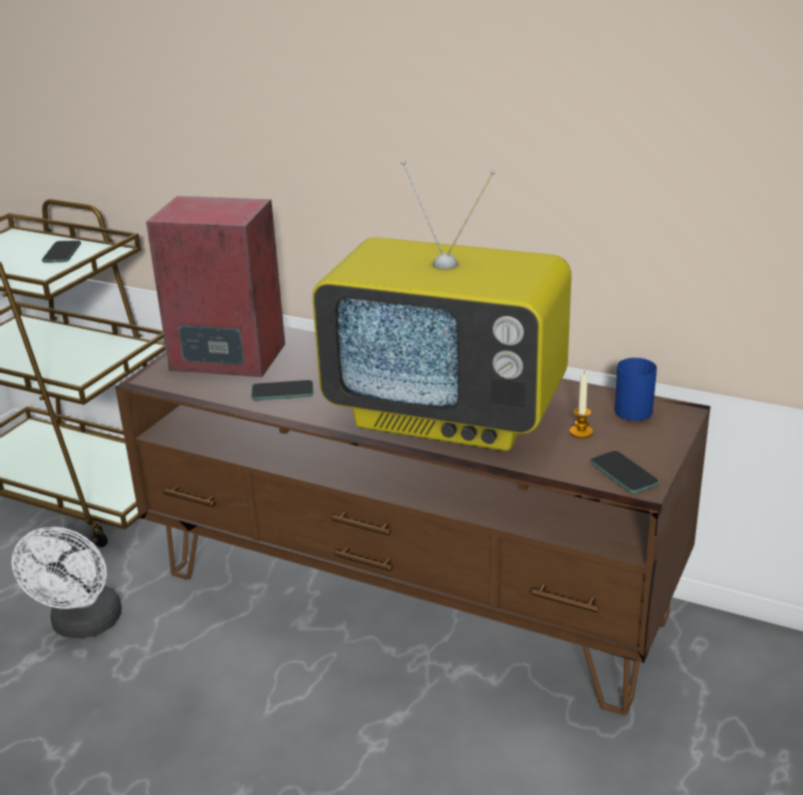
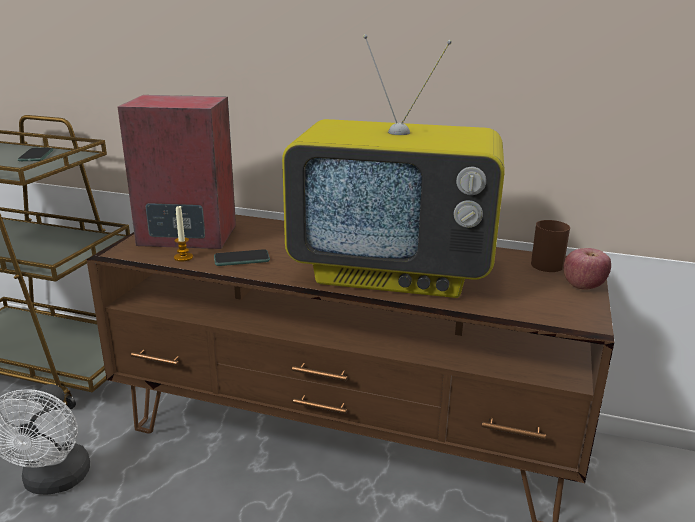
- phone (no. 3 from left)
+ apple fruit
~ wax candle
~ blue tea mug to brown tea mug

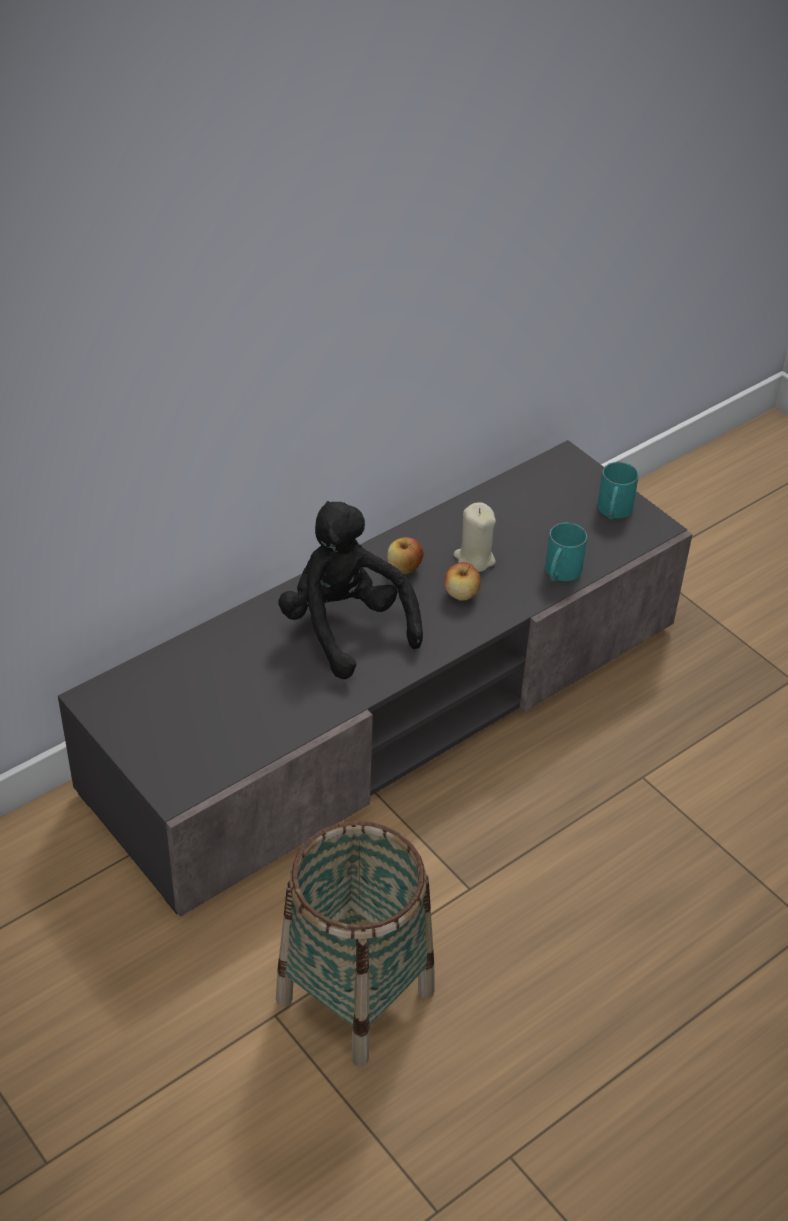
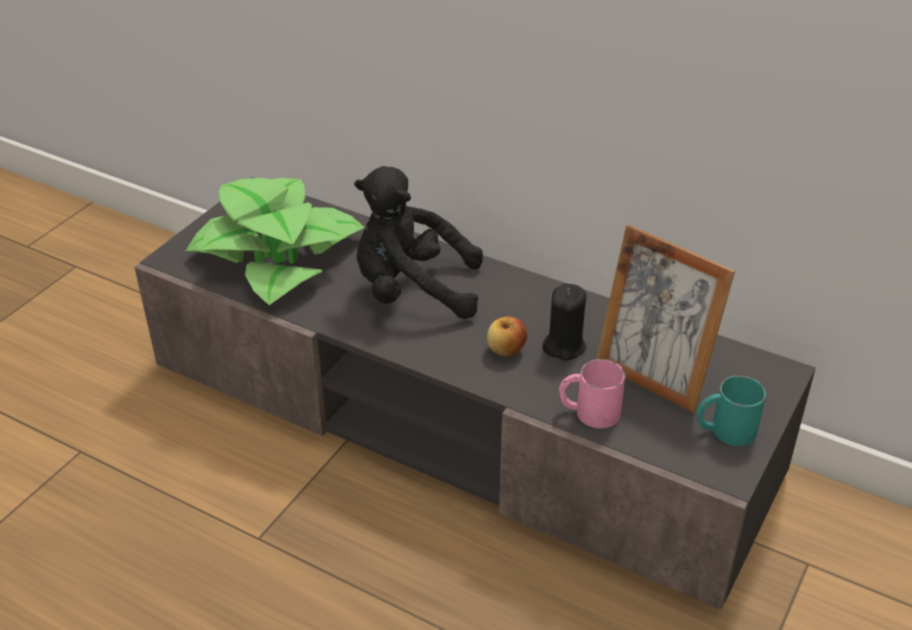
- basket
- apple fruit (no. 1 from left)
+ plant in a pot
+ standing frame
~ sand-coloured wax candle to black-coloured wax candle
~ blue-green tea mug (no. 1 from left) to pink-coloured tea mug
~ black-coloured soft toy 120 degrees counterclockwise

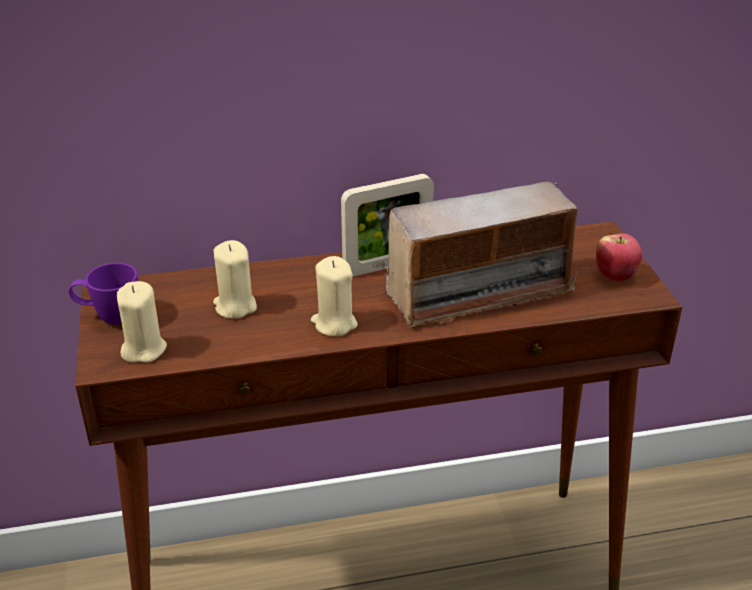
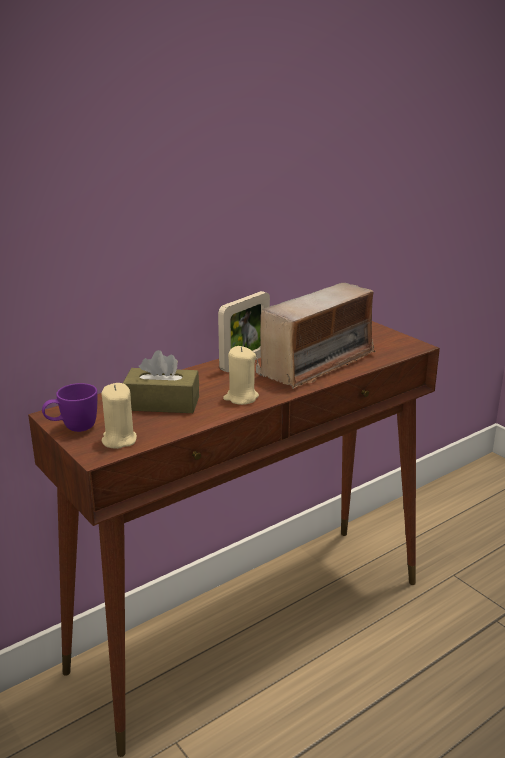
- apple fruit
~ sand-coloured wax candle (no. 2 from left) to brown tissue box

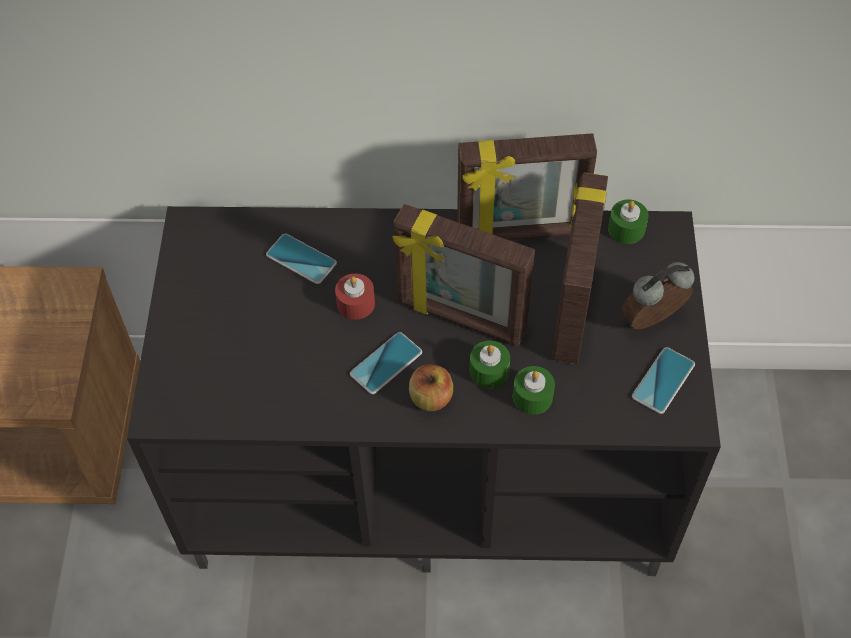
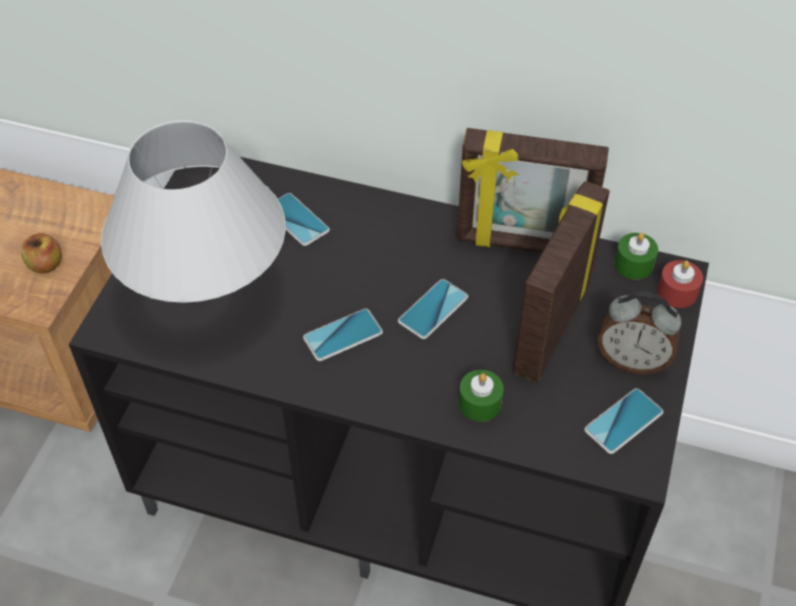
- green wax candle (no. 1 from left)
+ white tabletop lamp
~ reddish wax candle
~ apple fruit
~ standing frame (no. 1 from left) to phone (no. 3 from left)
~ table clock 150 degrees counterclockwise

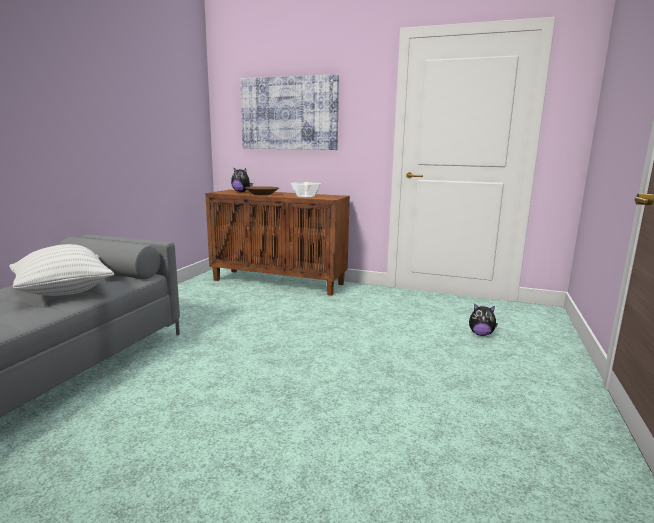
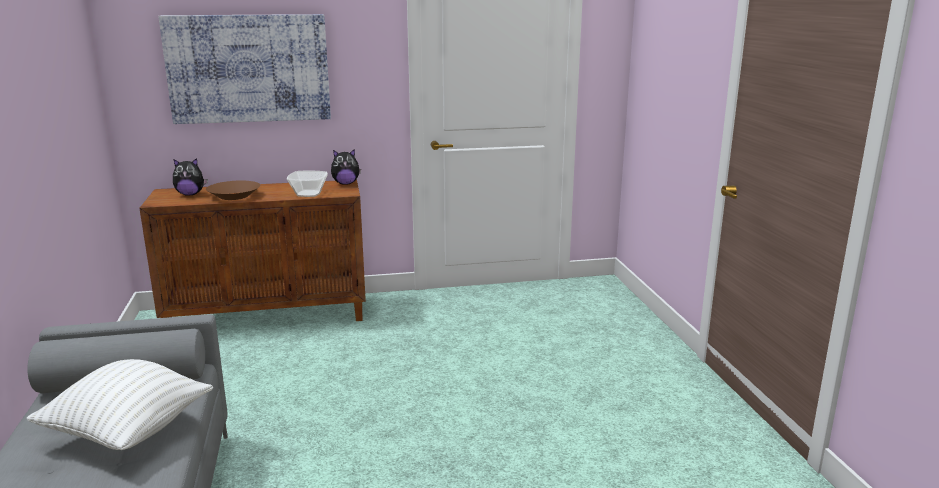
~ soft toy (no. 2 from left)

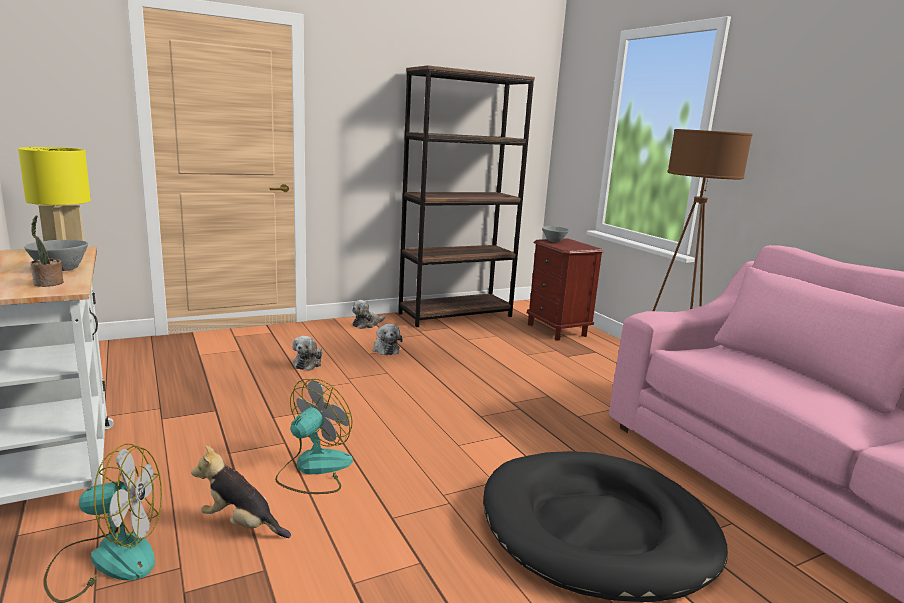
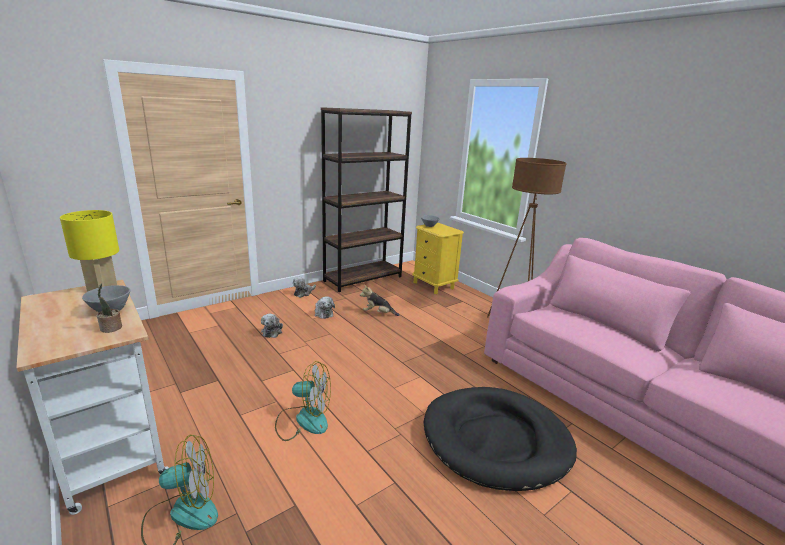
~ soft toy (no. 1 from left in the first image) to soft toy (no. 4 from left)
~ brown bedside table to yellow bedside table
~ cooling fan (no. 2 from left) 75 degrees clockwise

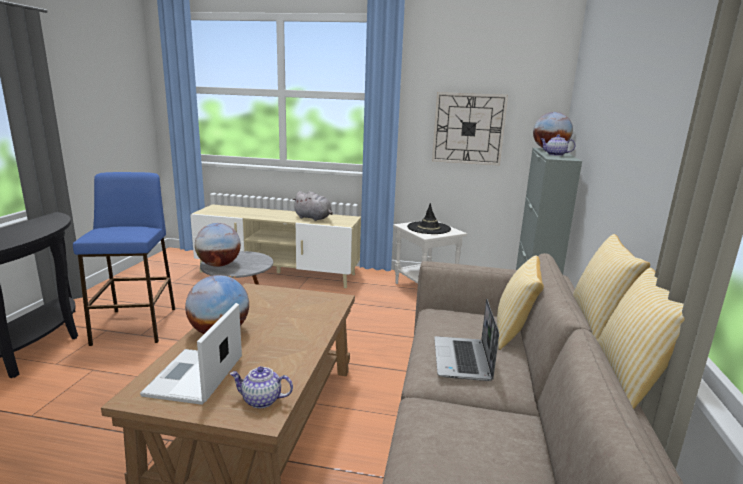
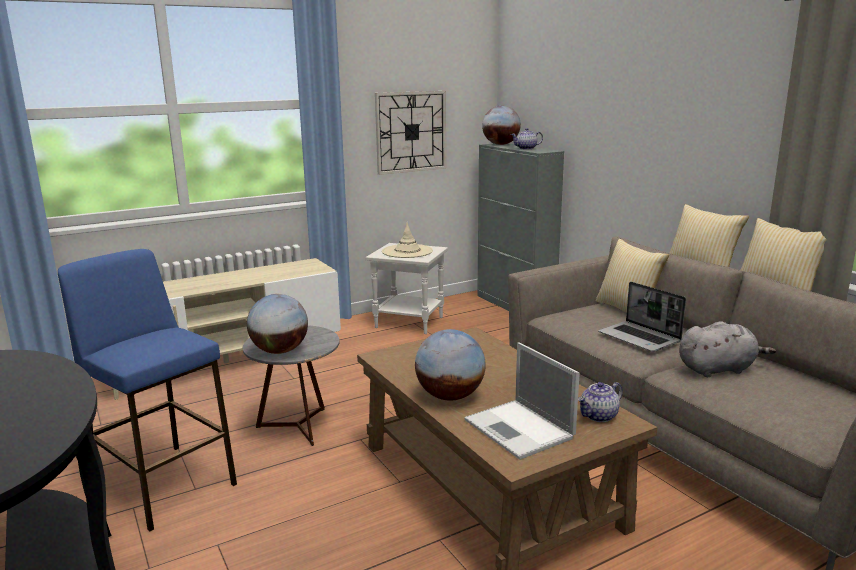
~ grey soft toy
~ black-coloured hat to sand-coloured hat

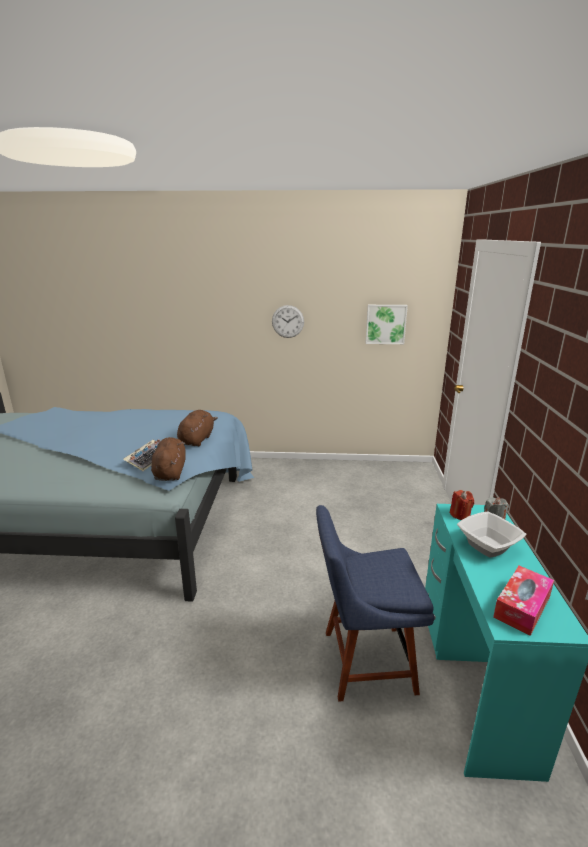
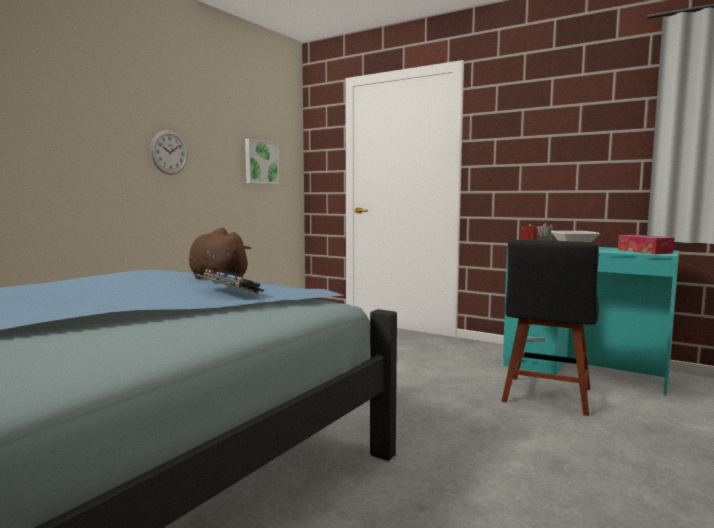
- brown soft toy (no. 1 from left)
~ blue plain chair to black-coloured plain chair

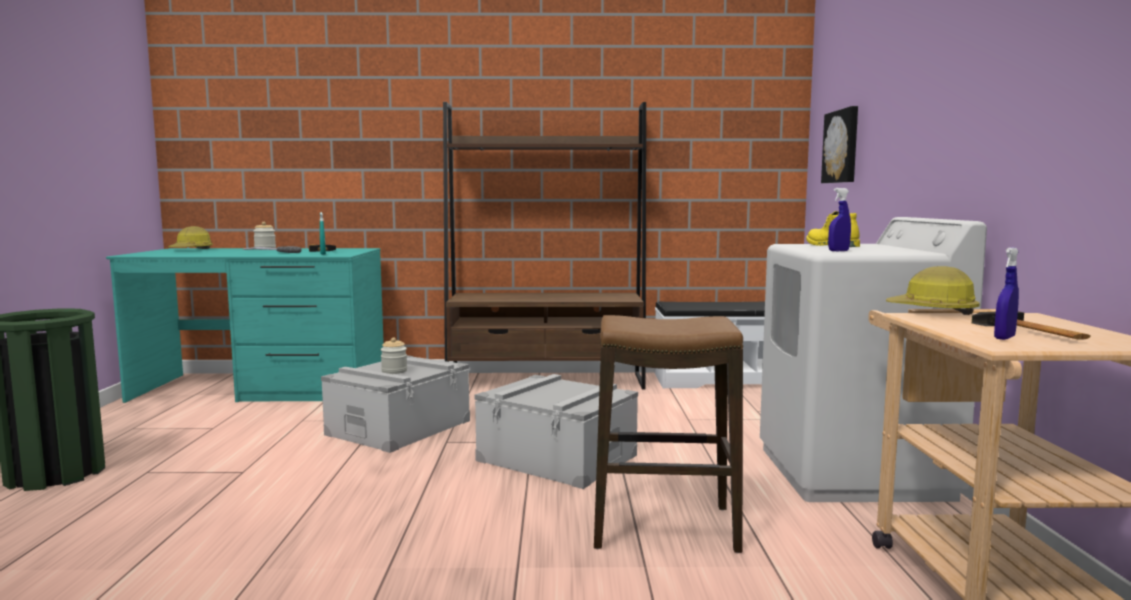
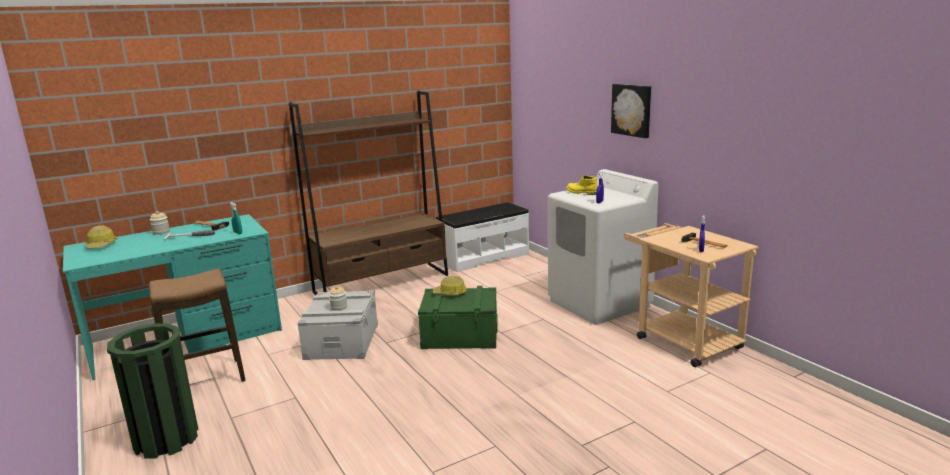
~ stool
~ picture
~ safety helmet (no. 2 from left)
~ grey storage bin (no. 2 from left) to green storage bin

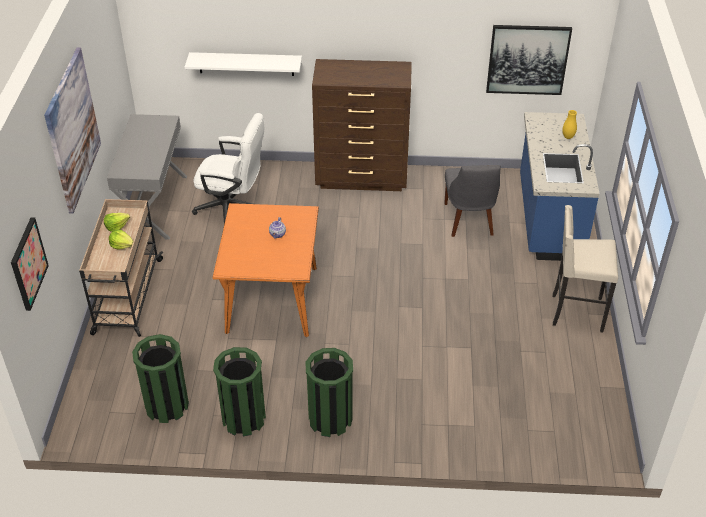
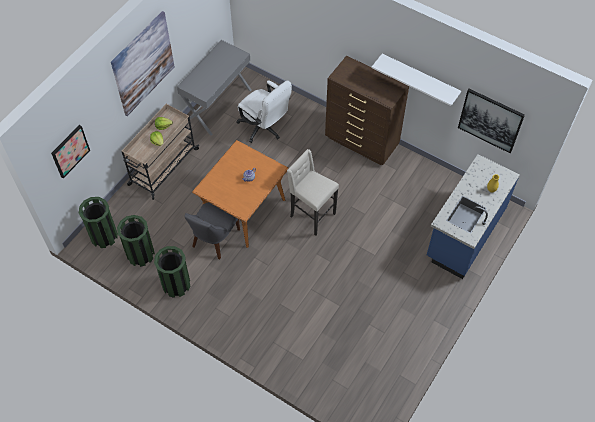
~ white wall shelf
~ green trash can (no. 3 from left in the first image) to green trash can (no. 1 from left)
~ grey plain chair
~ sand-coloured stool

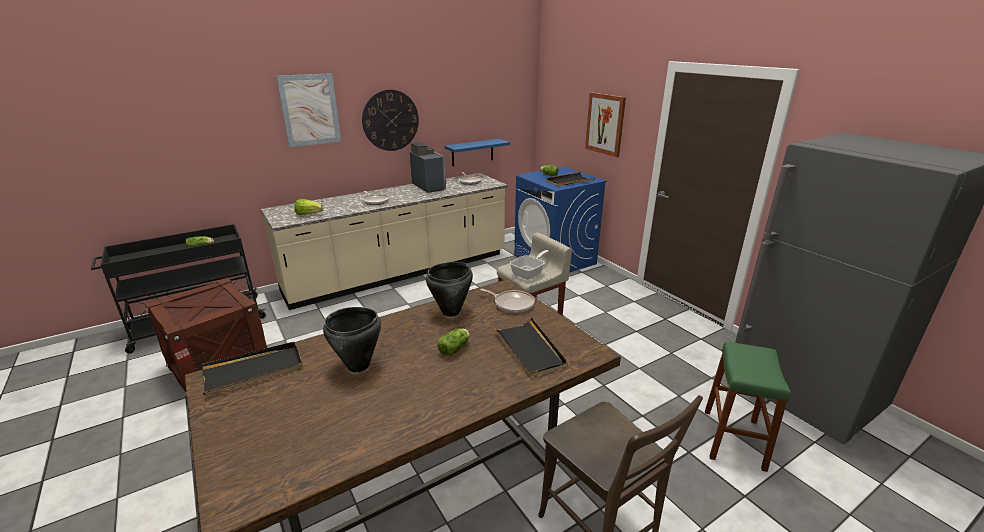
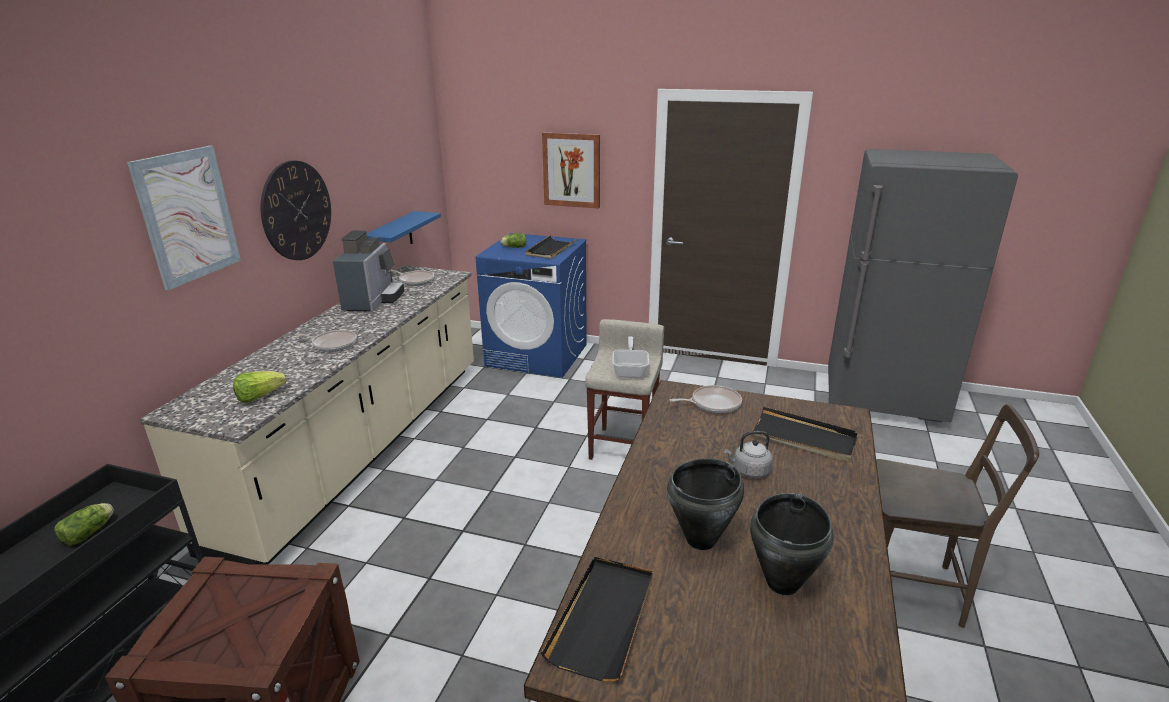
- green stool
~ black-coloured saucepot (no. 2 from left)
~ head of lettuce (no. 3 from left) to grey water kettle
~ coffee maker 75 degrees clockwise

